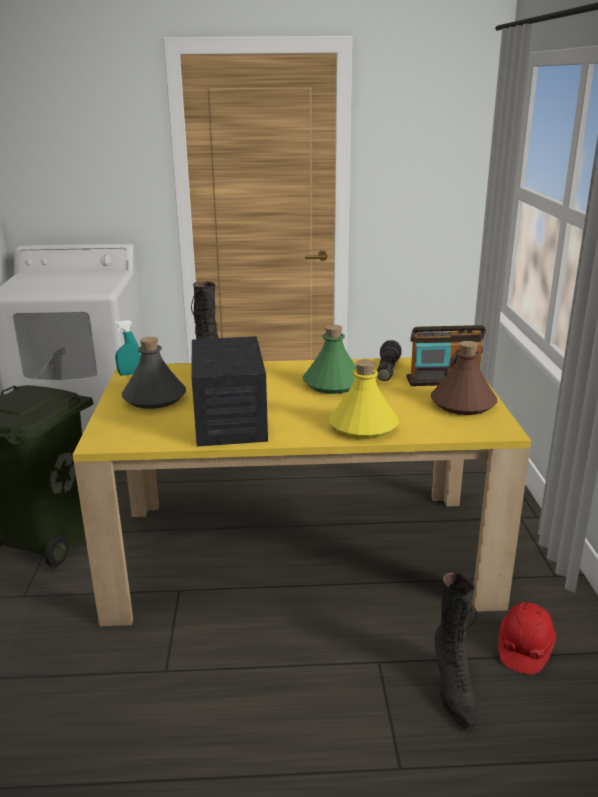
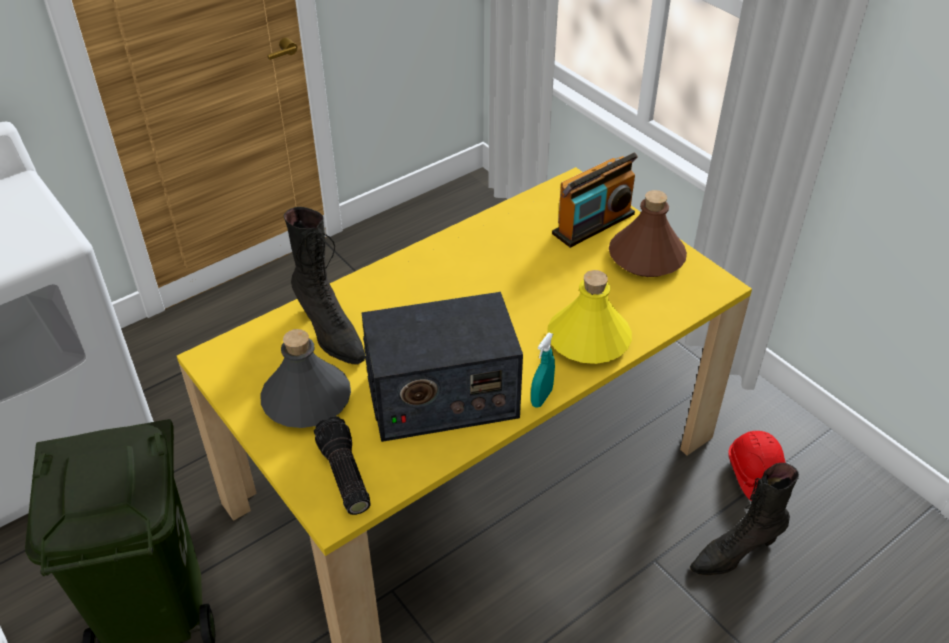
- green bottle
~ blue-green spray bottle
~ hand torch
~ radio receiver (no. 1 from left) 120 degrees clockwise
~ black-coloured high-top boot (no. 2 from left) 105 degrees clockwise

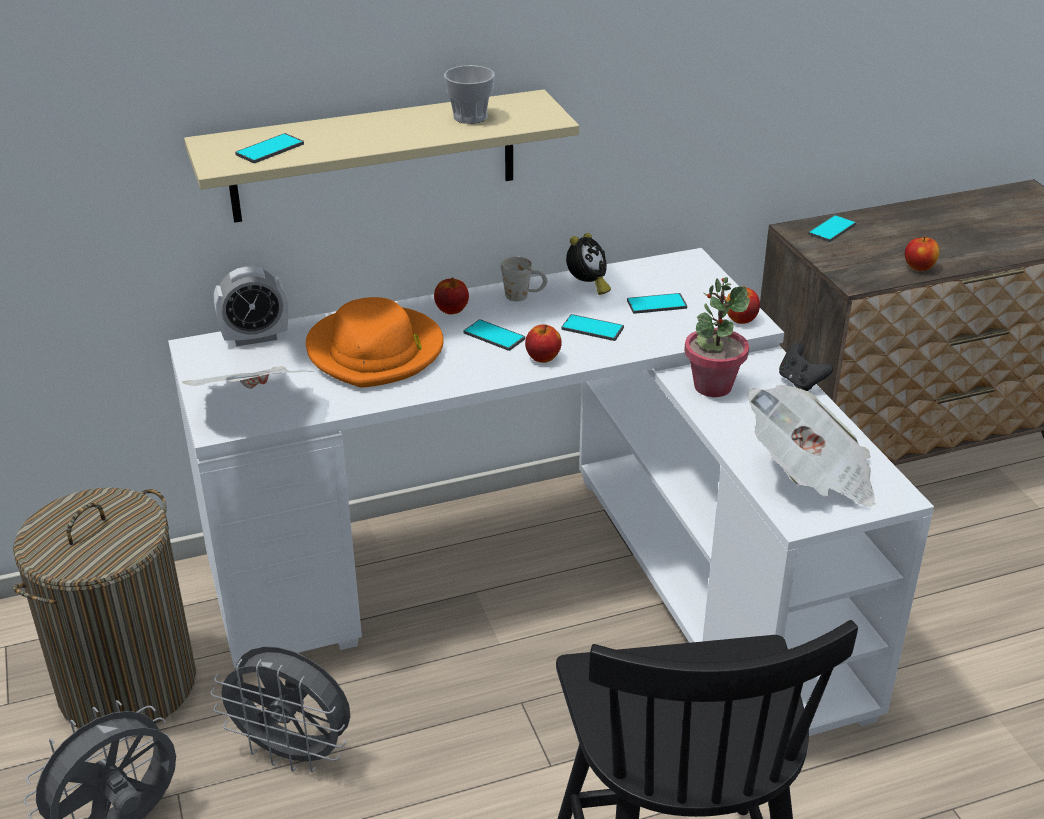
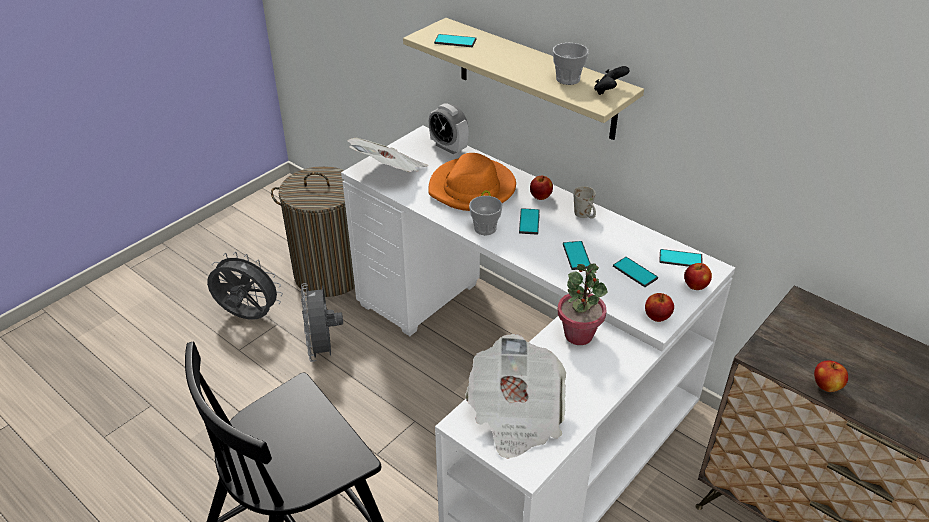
- table clock (no. 2 from left)
+ drinking cup (no. 1 from left)
~ apple fruit (no. 2 from left in the first image) to apple fruit (no. 3 from left)
~ black-coloured gamepad
~ phone (no. 5 from left)

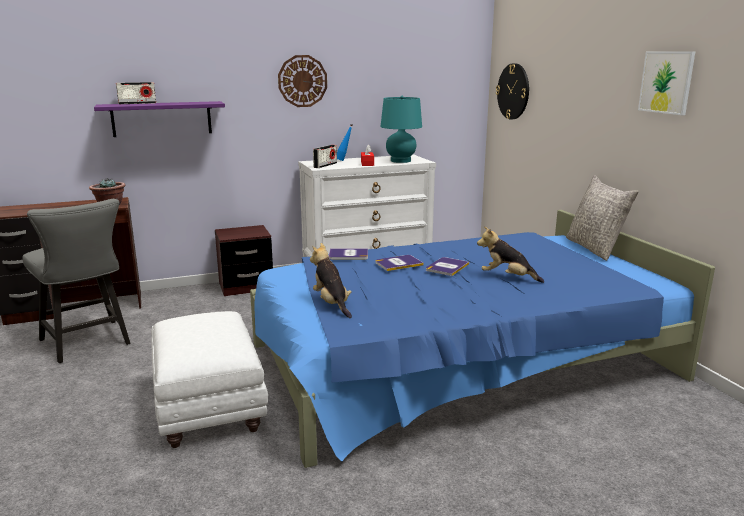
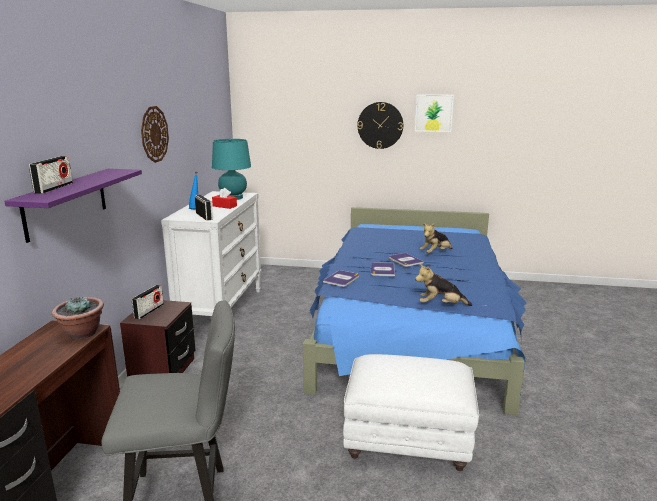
- grey cushion
+ radio receiver (no. 2 from left)
~ wall clock (no. 2 from left)

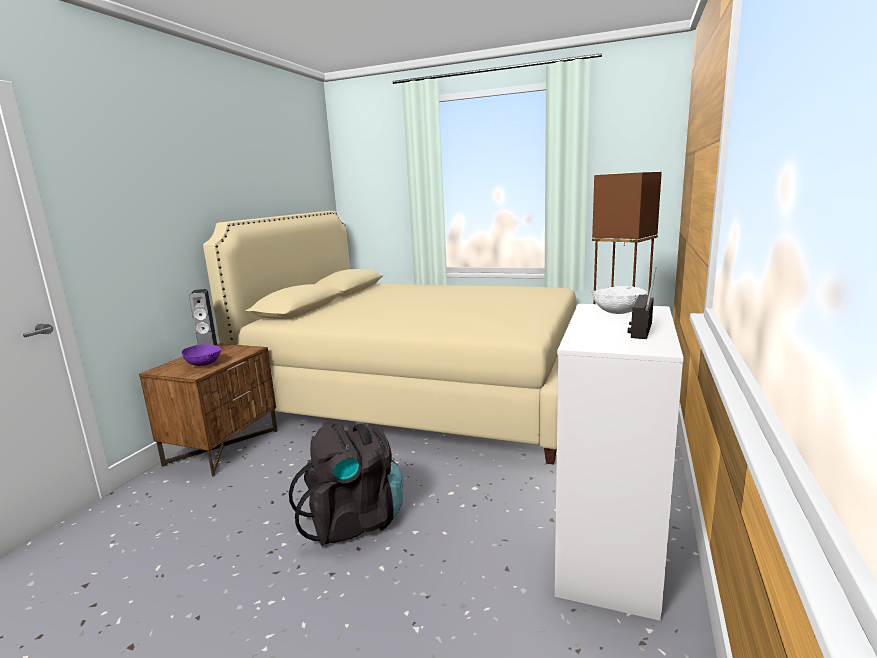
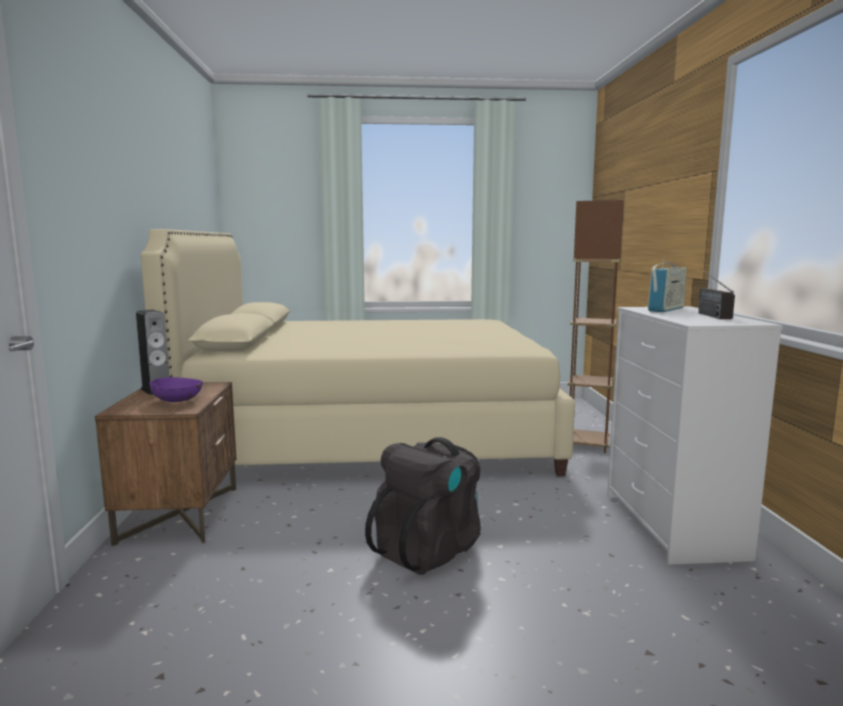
~ white deep dish to radio receiver (no. 1 from left)

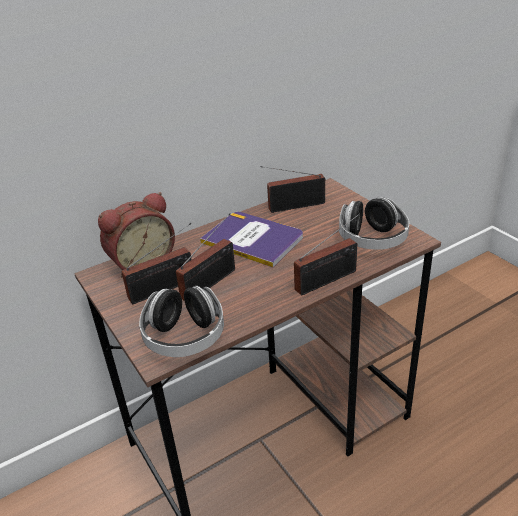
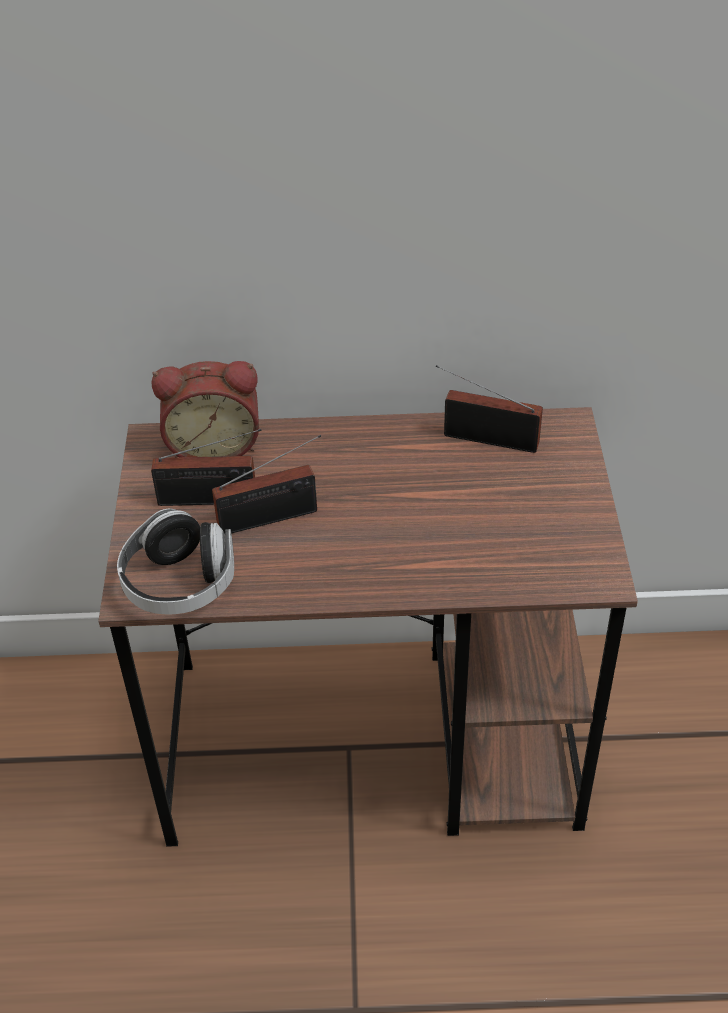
- volume
- radio receiver (no. 4 from left)
- pair of headphones (no. 2 from left)

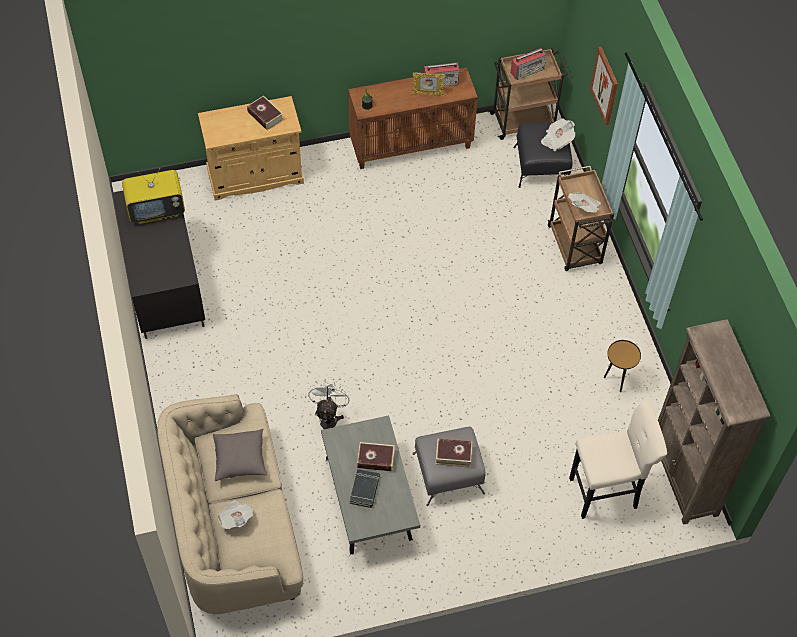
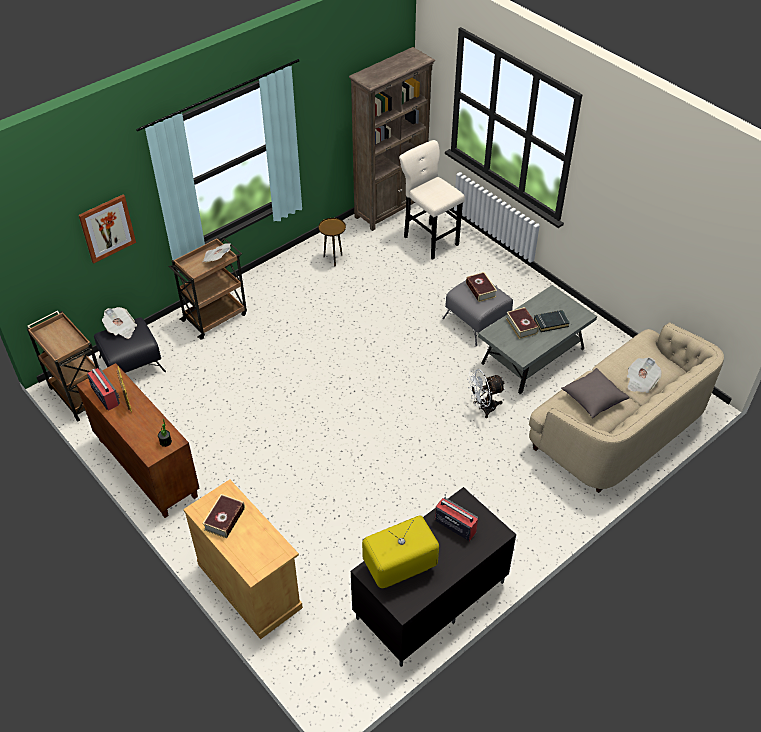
~ radio receiver (no. 2 from left)
~ TV 75 degrees counterclockwise

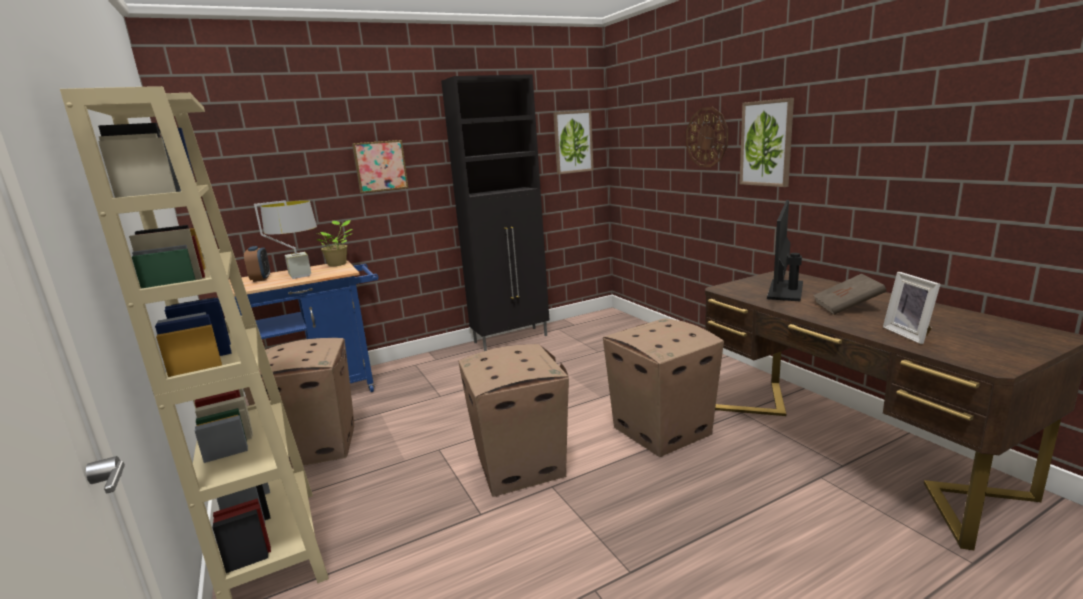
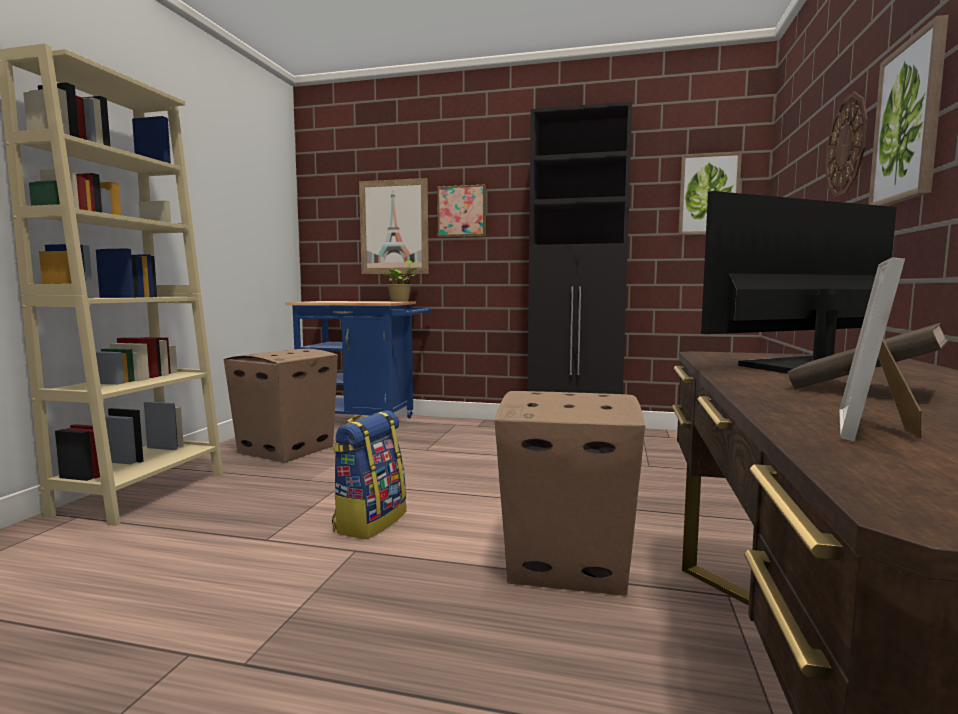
- table clock
- grey tabletop lamp
+ picture (no. 1 from left)
~ packing box (no. 2 from left) to backpack

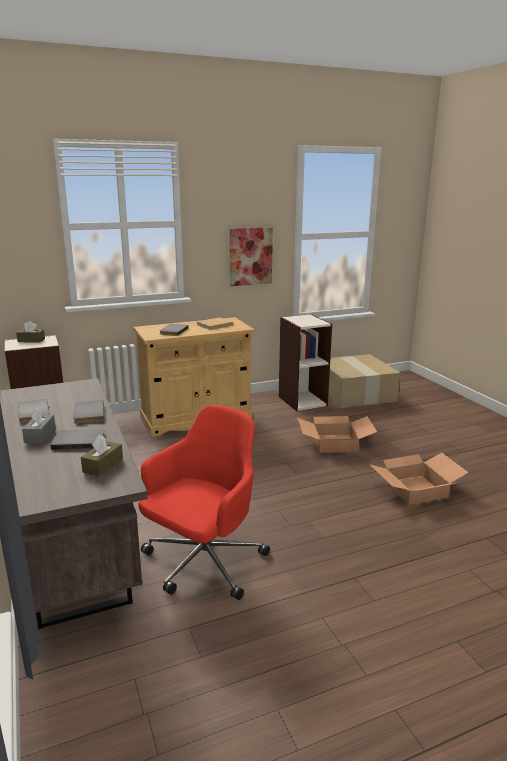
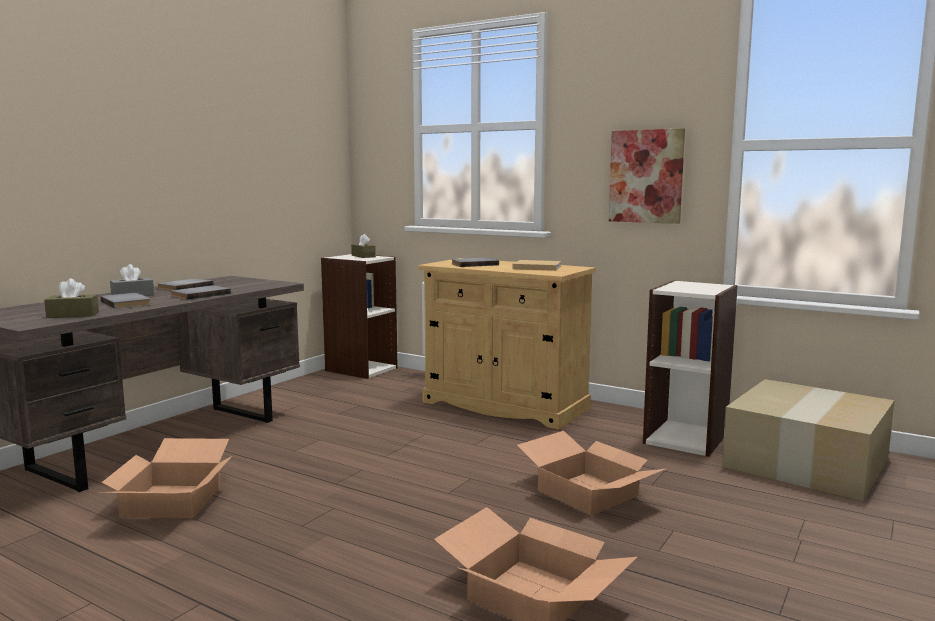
~ reddish office chair to packing box (no. 1 from left)

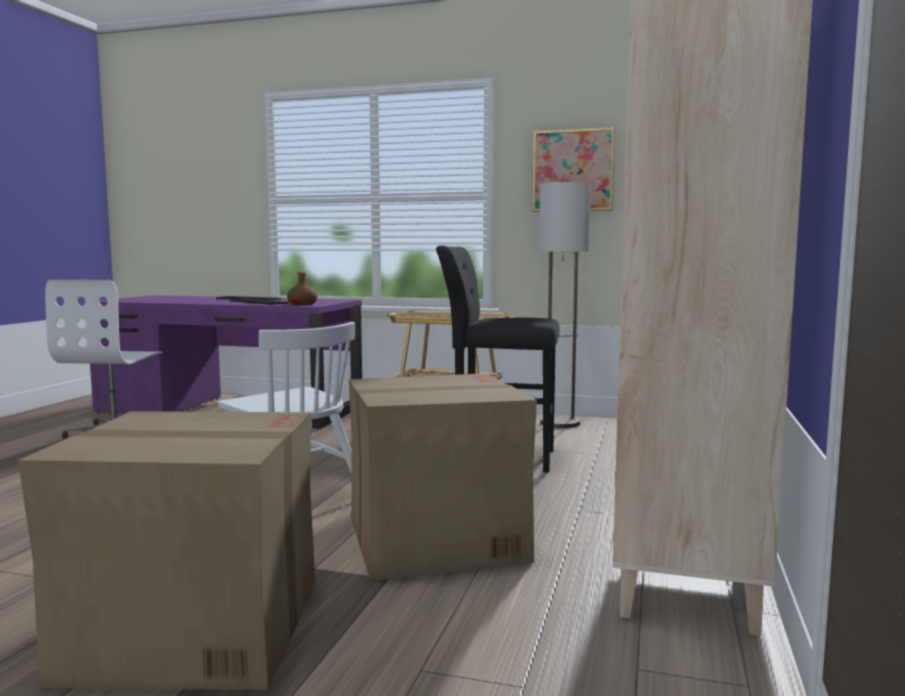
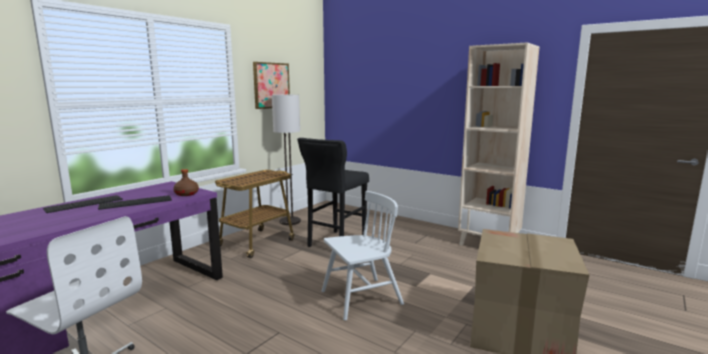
- packing box (no. 2 from left)

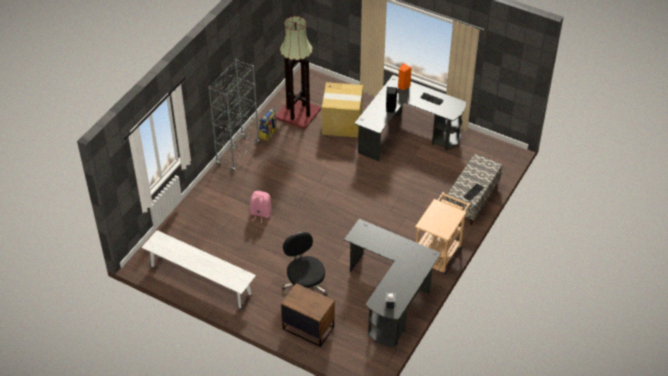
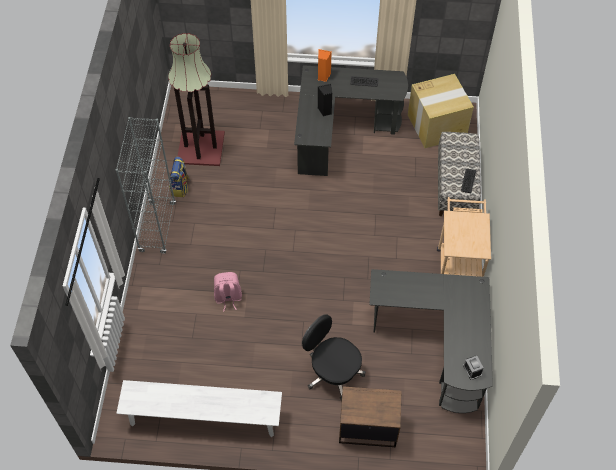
~ packing box

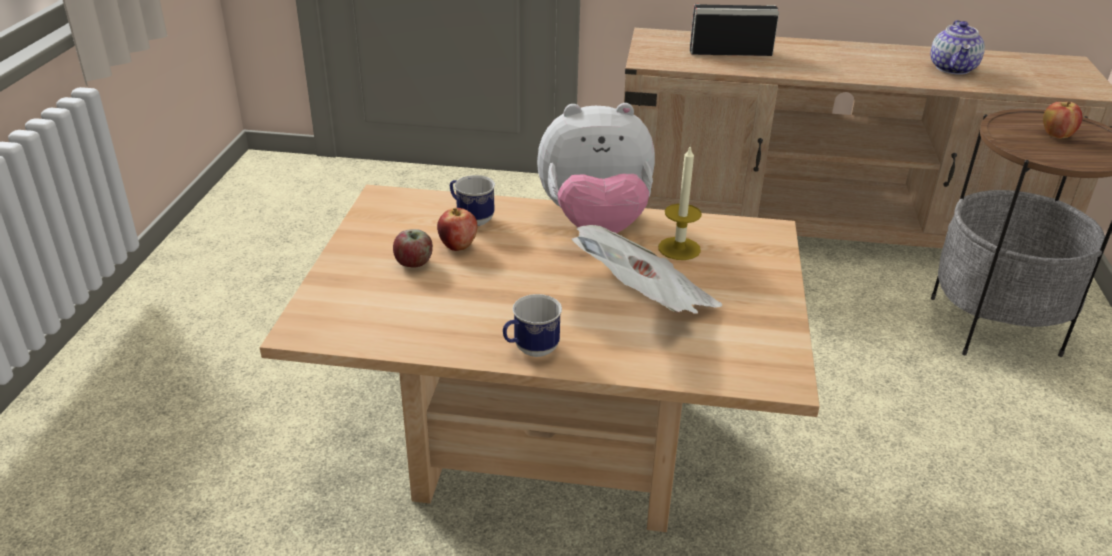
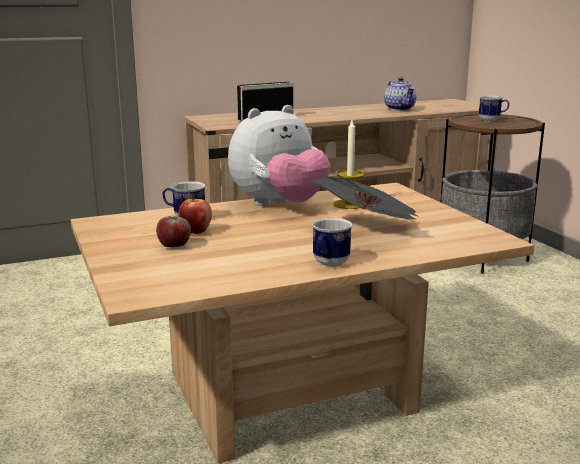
~ apple fruit (no. 3 from left) to tea mug (no. 3 from left)

